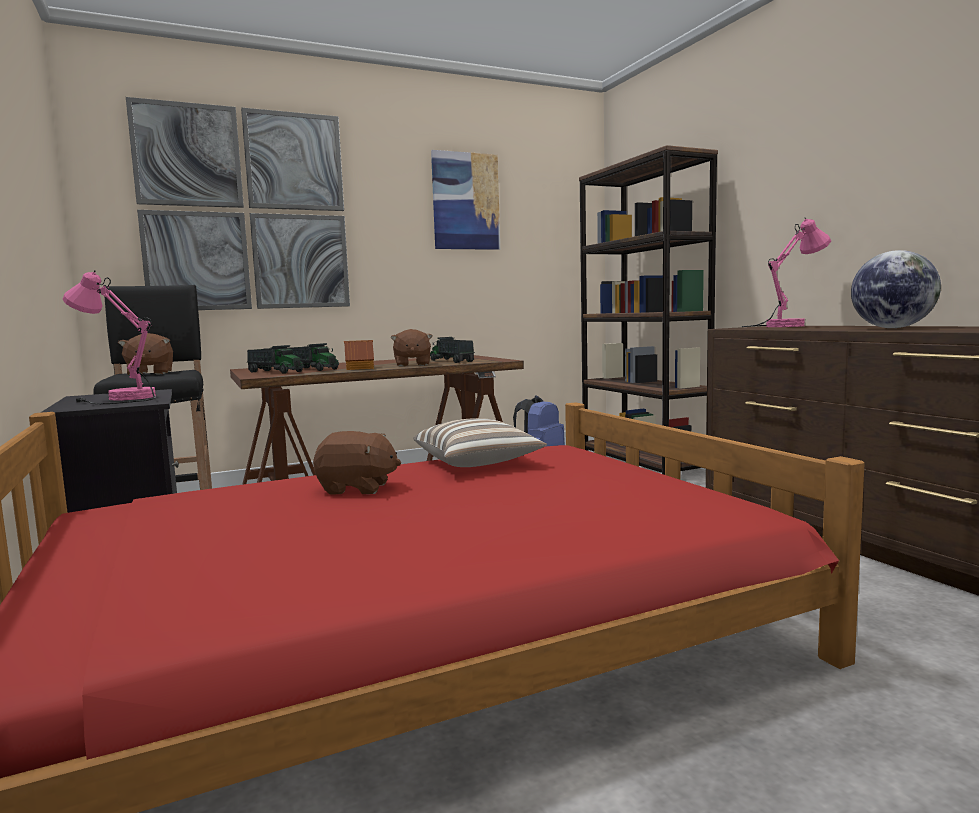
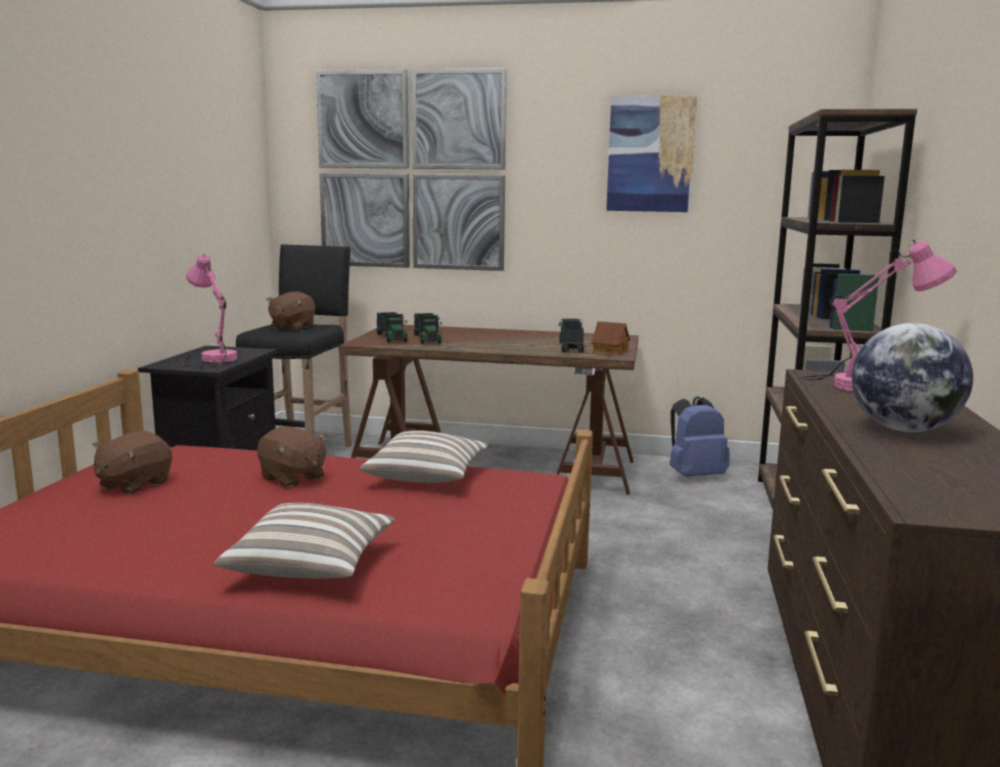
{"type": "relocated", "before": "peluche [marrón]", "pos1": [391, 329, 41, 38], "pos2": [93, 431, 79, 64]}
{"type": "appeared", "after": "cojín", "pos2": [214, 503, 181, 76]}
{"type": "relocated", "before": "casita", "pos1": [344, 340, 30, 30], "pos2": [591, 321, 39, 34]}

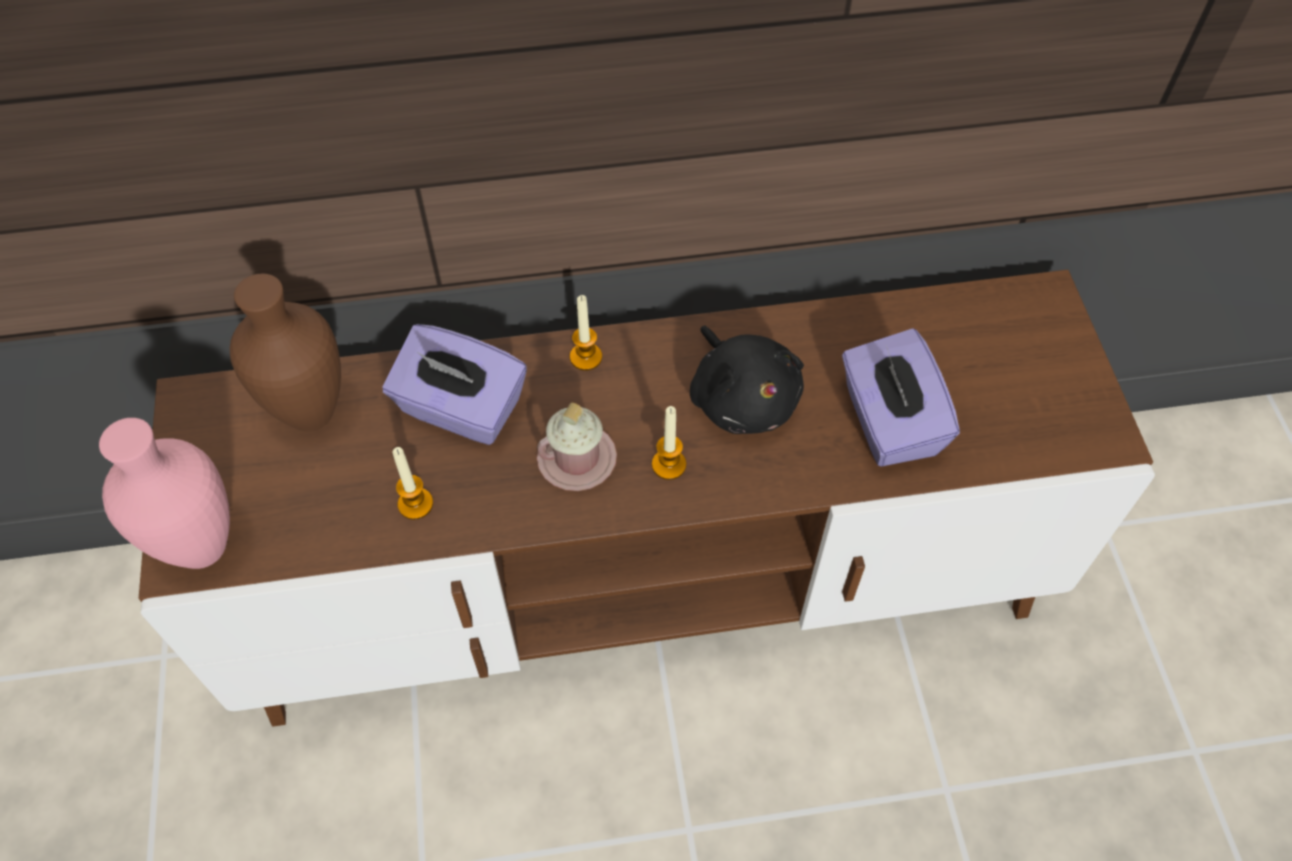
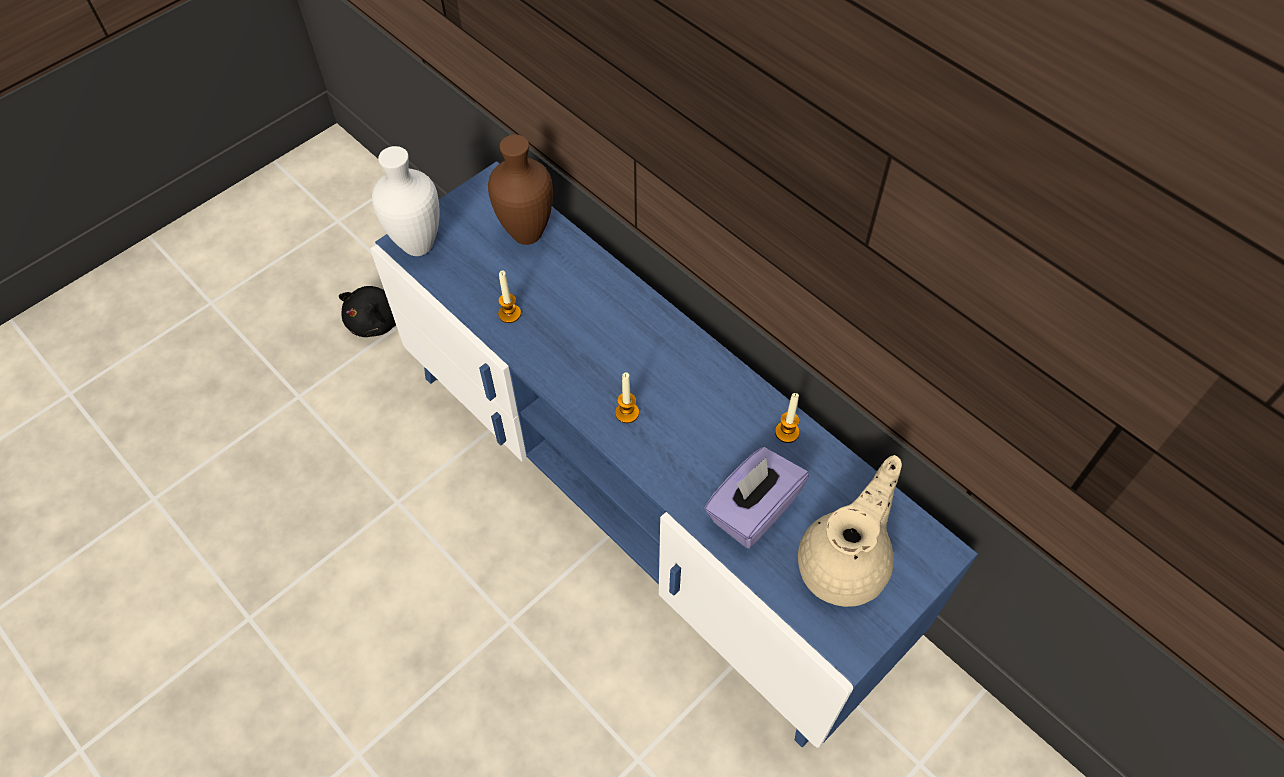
{"type": "relocated", "before": "peluche [negro]", "pos1": [690, 325, 114, 109], "pos2": [339, 286, 57, 51]}
{"type": "colour", "before": "mueble de televisión [marrón]", "after": "mueble de televisión [azul]", "pos1": [139, 270, 1016, 457], "pos2": [370, 161, 608, 587]}
{"type": "colour", "before": "florero [rosa]", "after": "florero [blanco]", "pos1": [99, 418, 131, 151], "pos2": [372, 146, 68, 110]}
{"type": "relocated", "before": "vela", "pos1": [570, 295, 32, 76], "pos2": [775, 393, 25, 50]}
{"type": "appeared", "after": "tetera [beis]", "pos2": [798, 455, 104, 152]}
{"type": "missing", "before": "caja de pañuelos [morado]", "pos1": [382, 324, 145, 121]}
{"type": "missing", "before": "taza grande [rosa]", "pos1": [537, 403, 80, 88]}

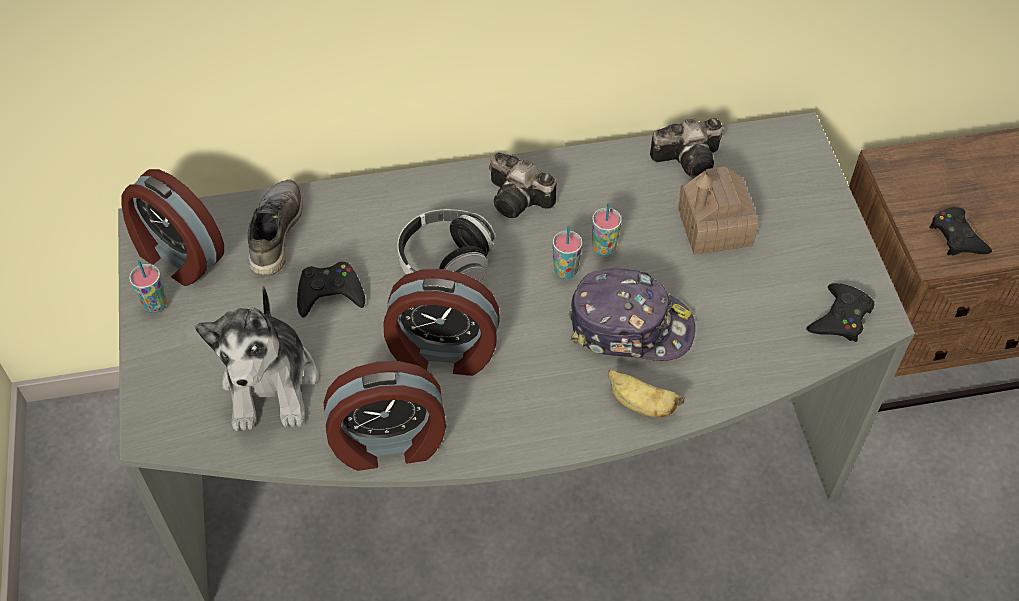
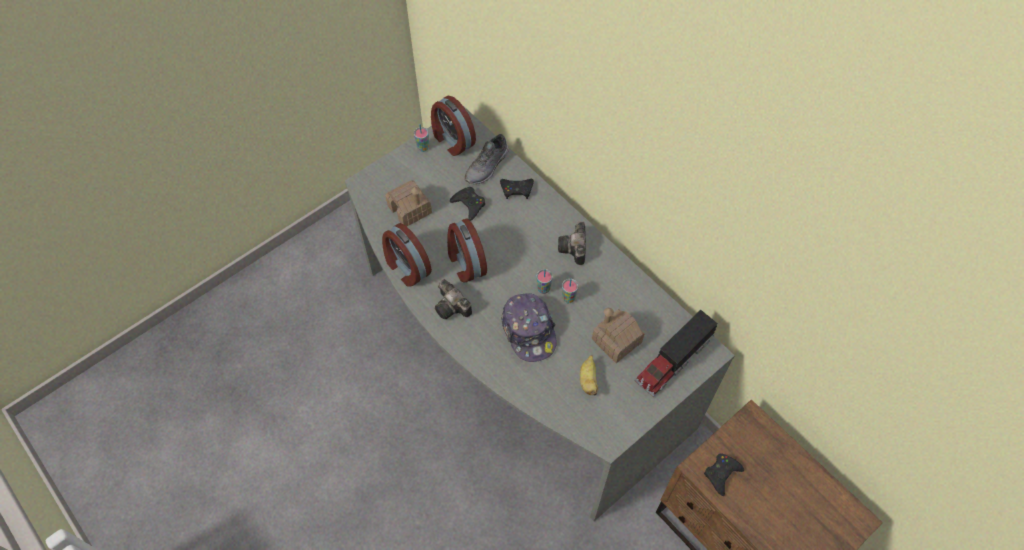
{"type": "exchanged", "before": "peluche", "after": "casita", "pos1": [194, 286, 123, 145], "pos2": [385, 180, 47, 46]}
{"type": "spun", "before": "despertador", "pos1": [121, 169, 103, 117], "pos2": [431, 96, 45, 60], "turn": -45}
{"type": "relocated", "before": "cámara", "pos1": [650, 118, 72, 60], "pos2": [435, 279, 37, 40]}
{"type": "spun", "before": "zapato [gris]", "pos1": [248, 179, 55, 97], "pos2": [464, 134, 45, 50], "turn": 150}
{"type": "relocated", "before": "mando de consola [negro]", "pos1": [806, 283, 68, 59], "pos2": [500, 179, 34, 20]}
{"type": "relocated", "before": "plátano", "pos1": [608, 369, 76, 48], "pos2": [580, 355, 18, 41]}
{"type": "appeared", "after": "camión de juguete", "pos2": [635, 310, 83, 87]}
{"type": "missing", "before": "auriculares", "pos1": [397, 209, 98, 74]}

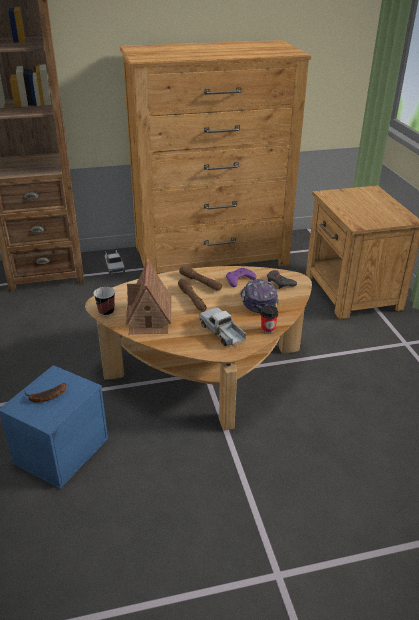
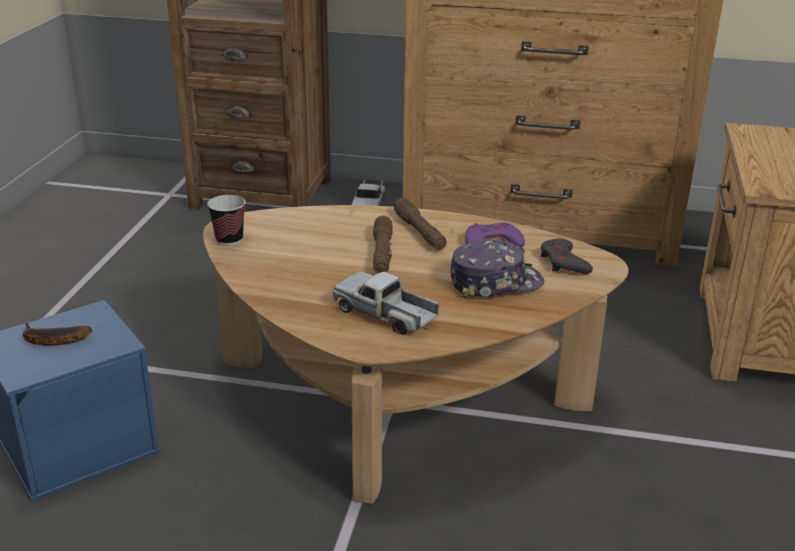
{"type": "spun", "before": "camión de juguete", "pos1": [199, 308, 47, 38], "pos2": [333, 272, 106, 63], "turn": -45}
{"type": "spun", "before": "gorra", "pos1": [240, 279, 39, 34], "pos2": [450, 239, 94, 60], "turn": 60}
{"type": "missing", "before": "casita", "pos1": [126, 259, 46, 75]}
{"type": "missing", "before": "taza", "pos1": [261, 305, 17, 29]}

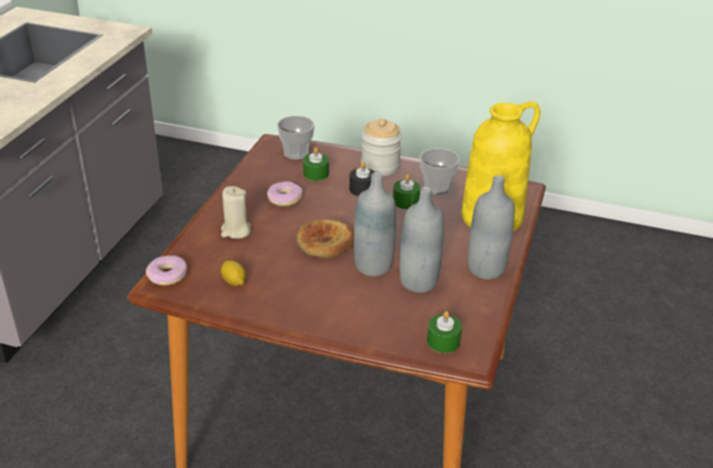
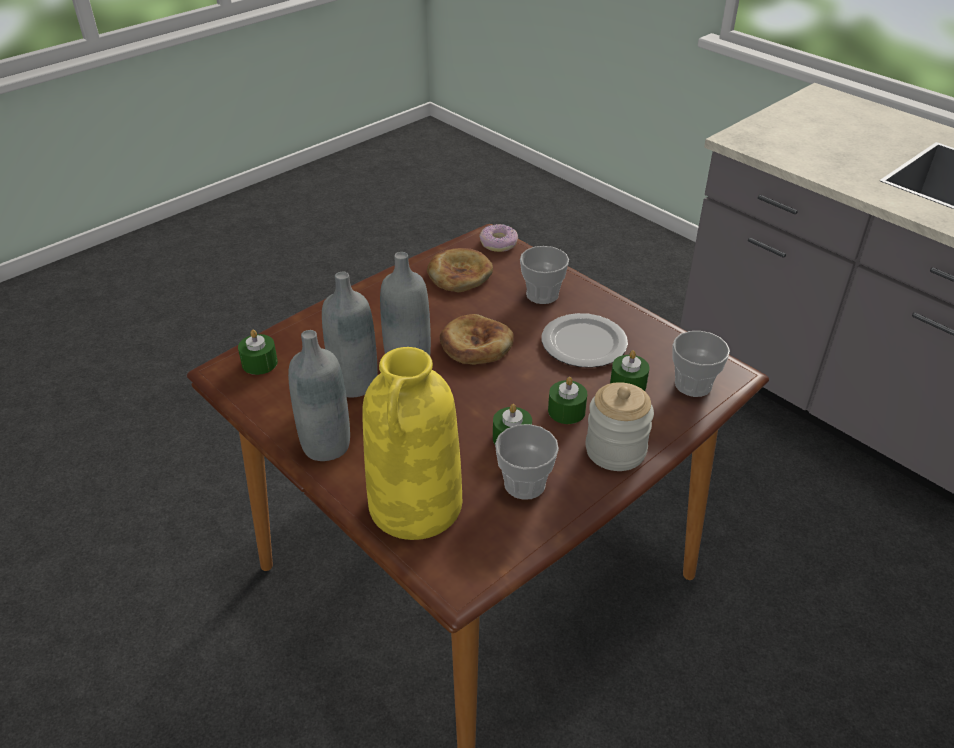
{"type": "exchanged", "before": "limón", "after": "pan", "pos1": [221, 261, 25, 25], "pos2": [427, 248, 66, 44]}
{"type": "exchanged", "before": "vela [beis]", "after": "taza", "pos1": [221, 186, 30, 53], "pos2": [520, 246, 49, 58]}
{"type": "exchanged", "before": "rosquilla", "after": "plato", "pos1": [267, 181, 36, 25], "pos2": [542, 313, 86, 55]}
{"type": "colour", "before": "vela [negro]", "after": "vela [verde]", "pos1": [349, 162, 25, 34], "pos2": [548, 377, 39, 47]}

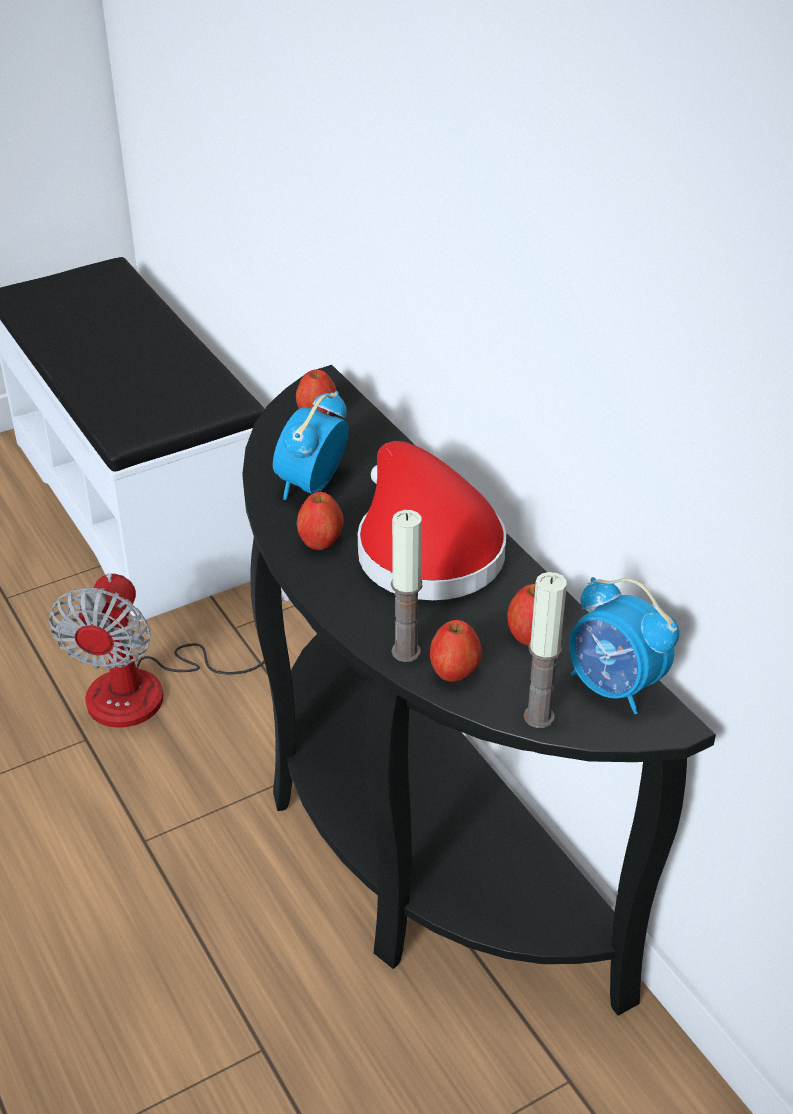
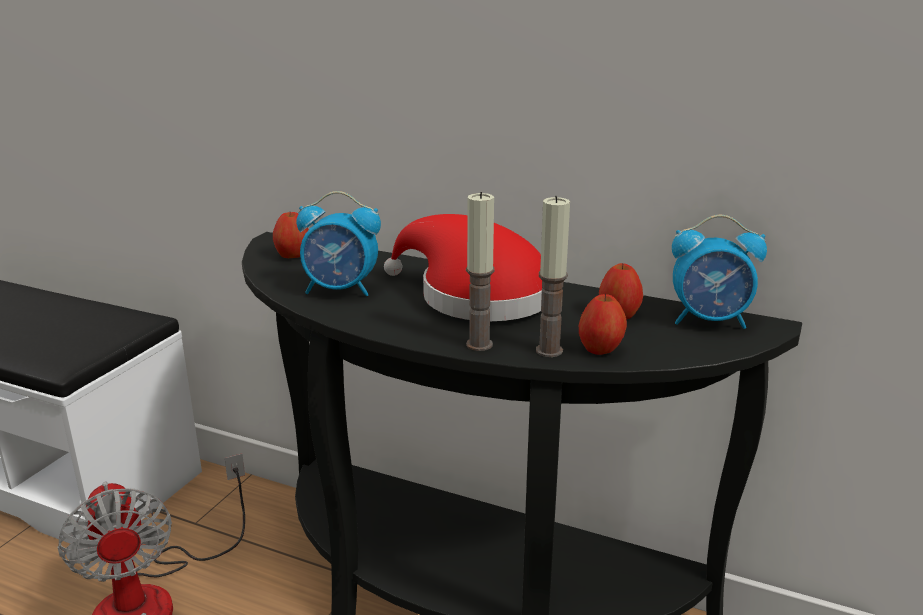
{"type": "spun", "before": "despertador", "pos1": [273, 391, 76, 109], "pos2": [296, 191, 85, 105], "turn": -75}
{"type": "relocated", "before": "vela", "pos1": [524, 572, 43, 156], "pos2": [466, 192, 29, 159]}
{"type": "missing", "before": "manzana", "pos1": [297, 492, 47, 58]}

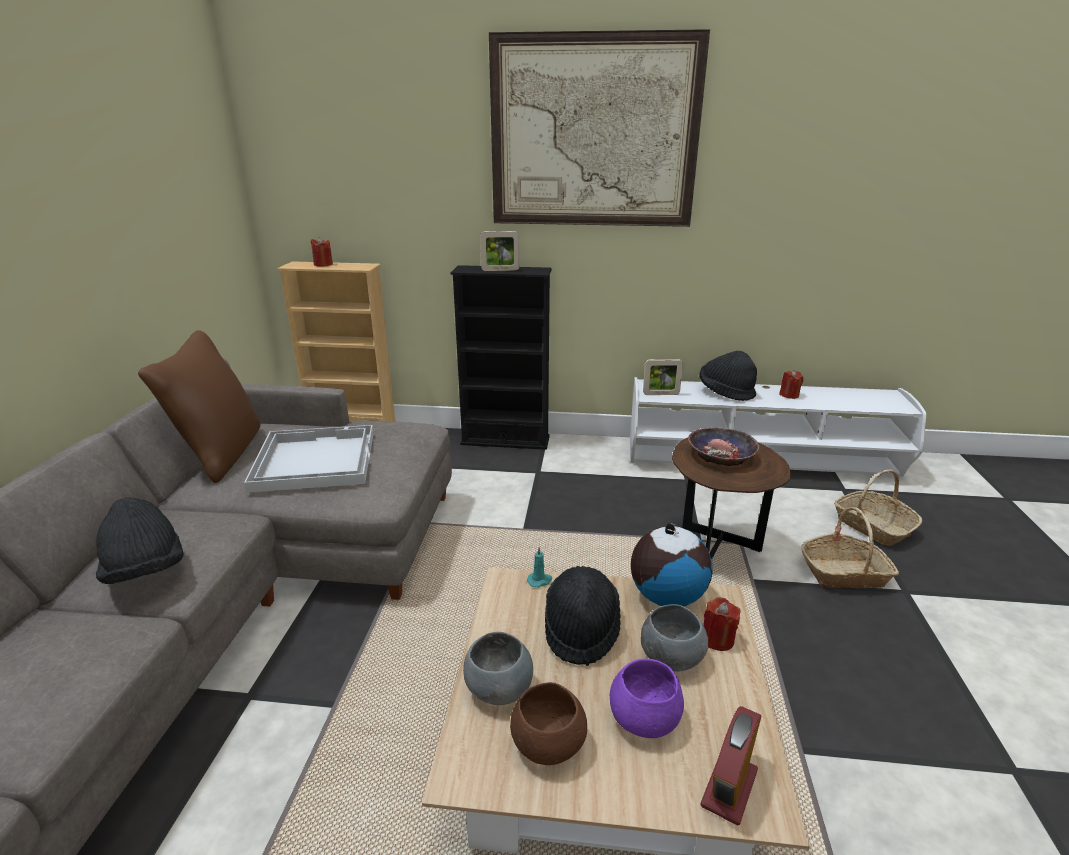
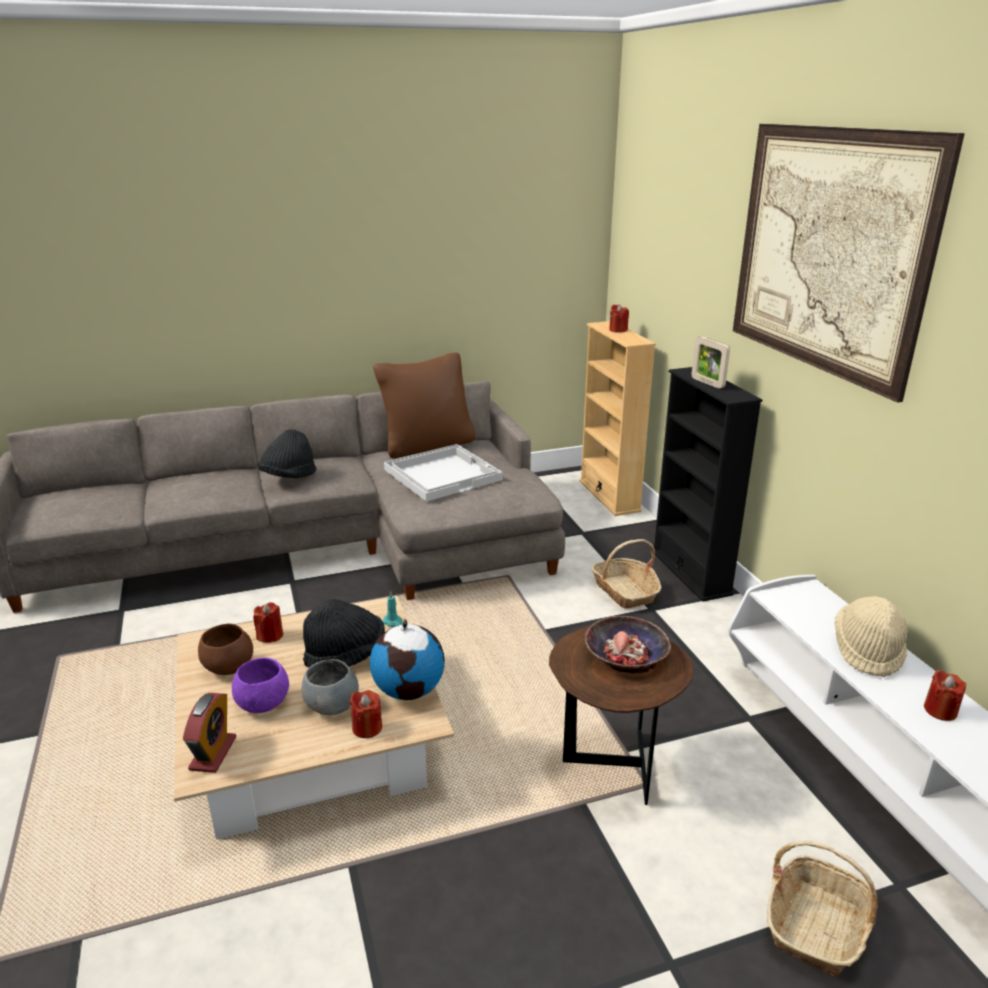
{"type": "spun", "before": "despertador", "pos1": [700, 706, 61, 120], "pos2": [183, 693, 53, 80], "turn": 90}
{"type": "exchanged", "before": "cuenco [gris]", "after": "vela [rojo]", "pos1": [463, 632, 70, 73], "pos2": [253, 602, 30, 41]}
{"type": "relocated", "before": "cesta", "pos1": [801, 507, 98, 81], "pos2": [591, 539, 71, 70]}
{"type": "colour", "before": "sombrero [negro]", "after": "sombrero [beis]", "pos1": [699, 351, 58, 50], "pos2": [834, 596, 74, 81]}
{"type": "missing", "before": "portarretratos", "pos1": [643, 359, 40, 36]}

